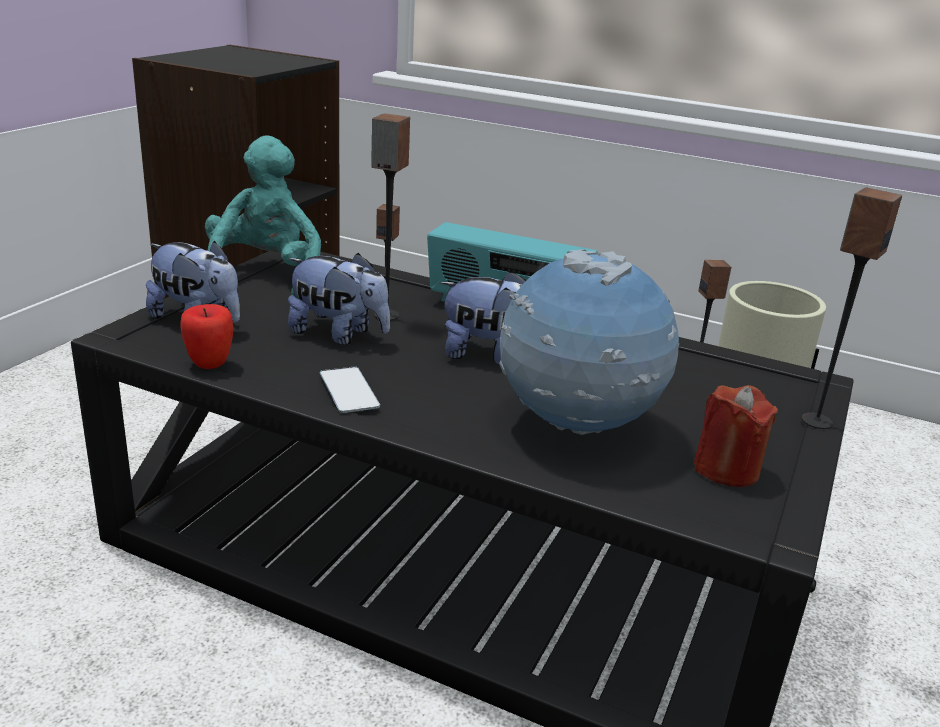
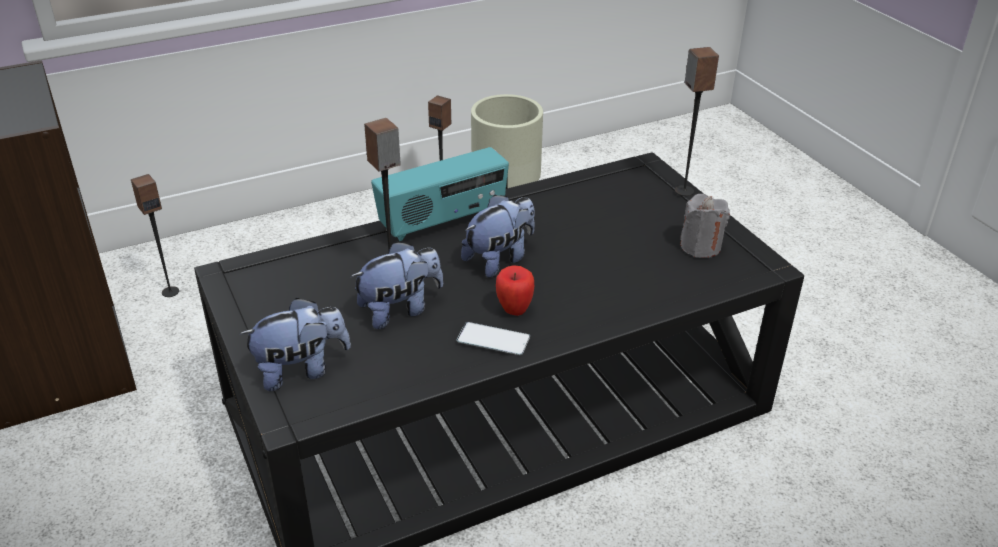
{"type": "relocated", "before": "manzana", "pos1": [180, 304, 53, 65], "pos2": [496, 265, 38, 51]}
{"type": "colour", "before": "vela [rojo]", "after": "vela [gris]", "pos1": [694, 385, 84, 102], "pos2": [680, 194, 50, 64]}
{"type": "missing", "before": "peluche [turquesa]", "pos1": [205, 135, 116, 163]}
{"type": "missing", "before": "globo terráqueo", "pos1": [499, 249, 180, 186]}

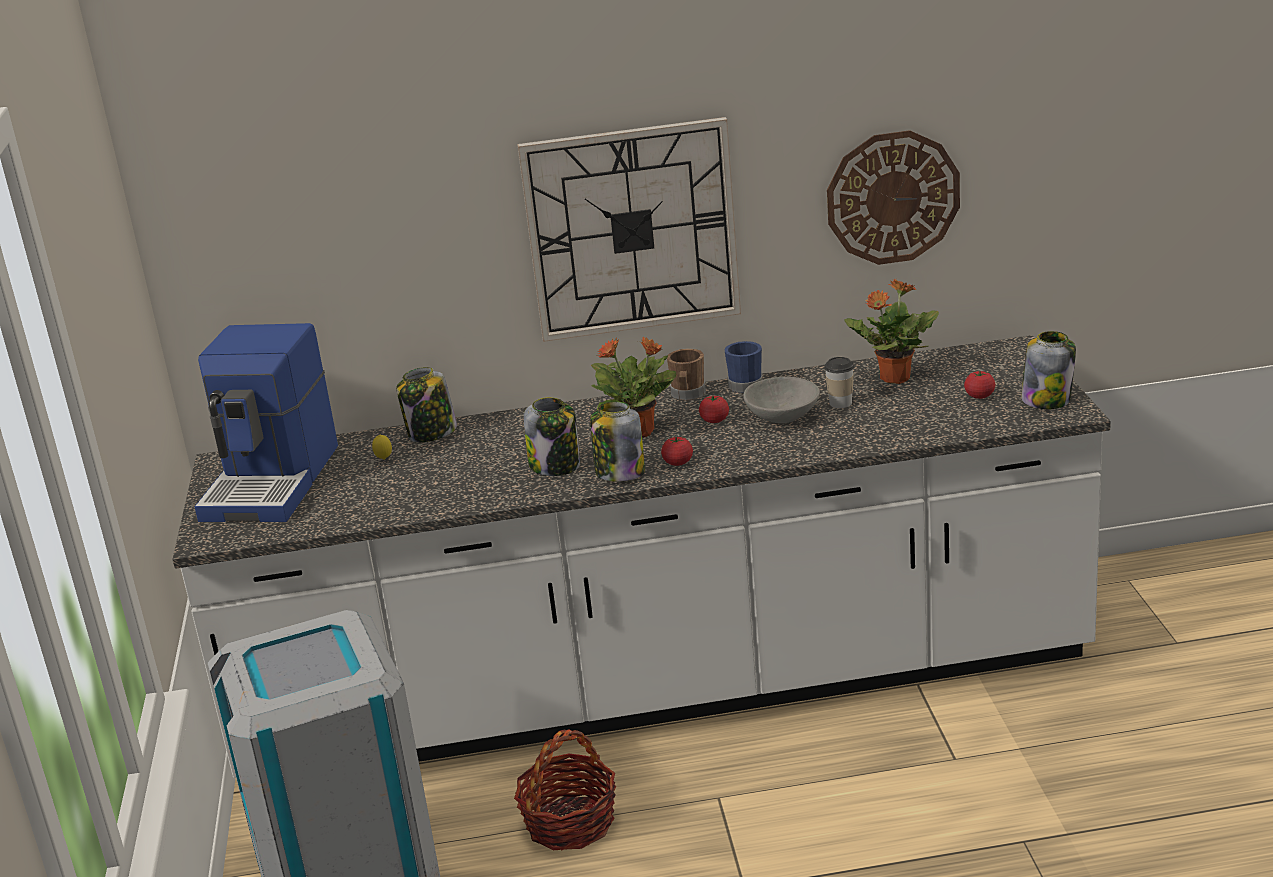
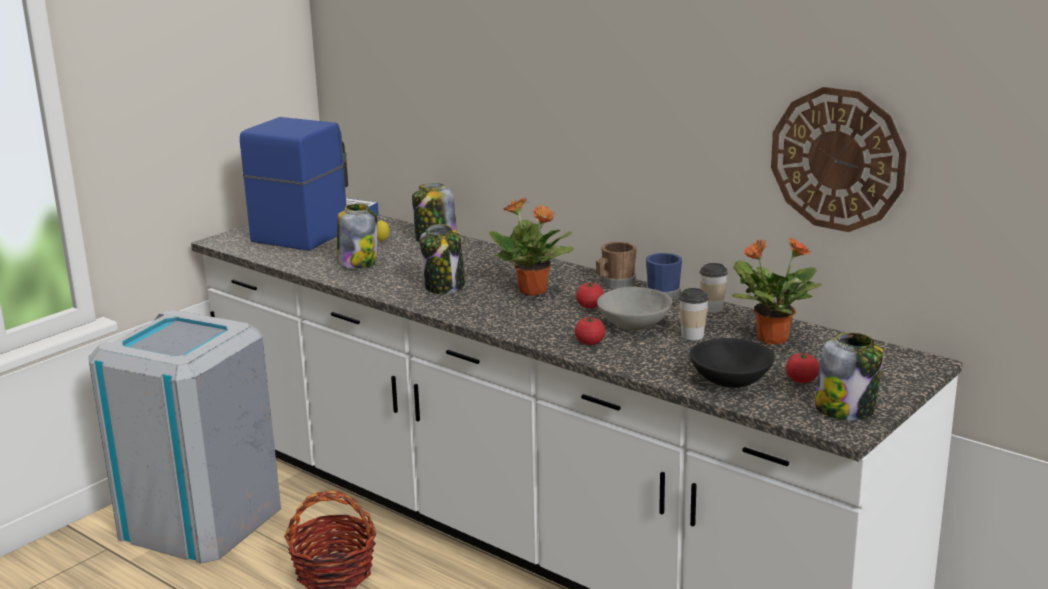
{"type": "spun", "before": "cafetera", "pos1": [195, 323, 143, 199], "pos2": [240, 117, 139, 134], "turn": 150}
{"type": "relocated", "before": "tarro", "pos1": [590, 402, 55, 80], "pos2": [337, 204, 40, 64]}
{"type": "relocated", "before": "tomate", "pos1": [661, 436, 32, 30], "pos2": [575, 317, 31, 28]}
{"type": "appeared", "after": "cuenco [negro]", "pos2": [690, 338, 85, 50]}
{"type": "appeared", "after": "taza", "pos2": [699, 263, 29, 50]}
{"type": "missing", "before": "reloj de pared", "pos1": [517, 117, 224, 225]}

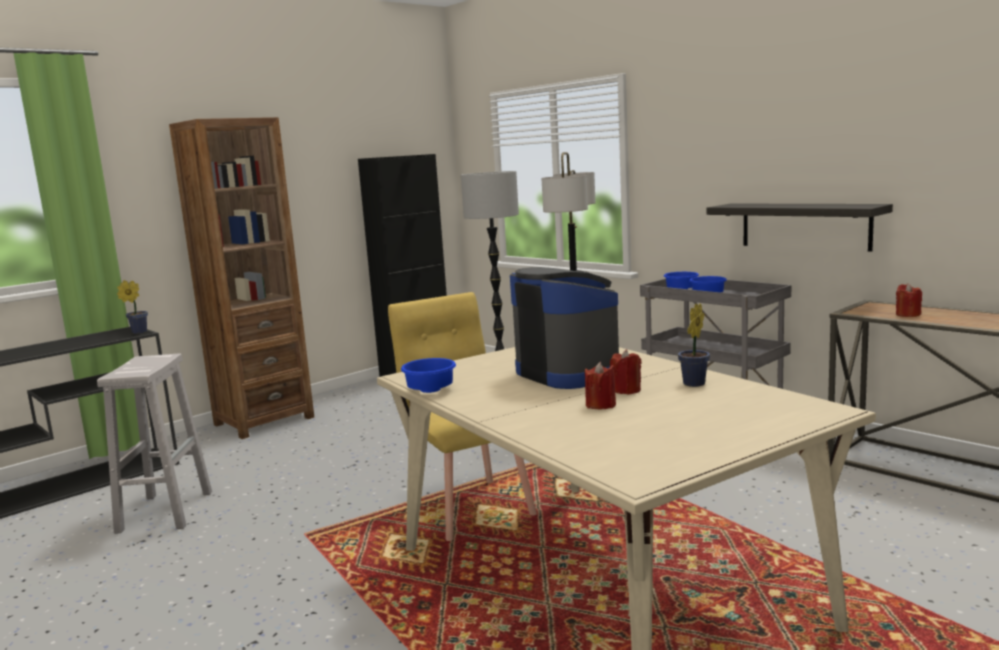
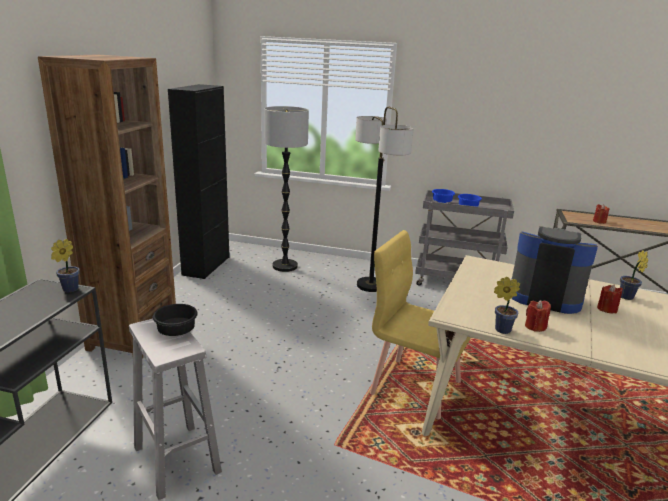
{"type": "appeared", "after": "cuenco [negro]", "pos2": [153, 304, 45, 32]}
{"type": "exchanged", "before": "cuenco [azul]", "after": "planta en maceta", "pos1": [401, 358, 55, 35], "pos2": [494, 276, 26, 58]}
{"type": "relocated", "before": "vela [rojo]", "pos1": [585, 362, 31, 47], "pos2": [525, 300, 26, 32]}
{"type": "missing", "before": "estante", "pos1": [707, 204, 186, 48]}

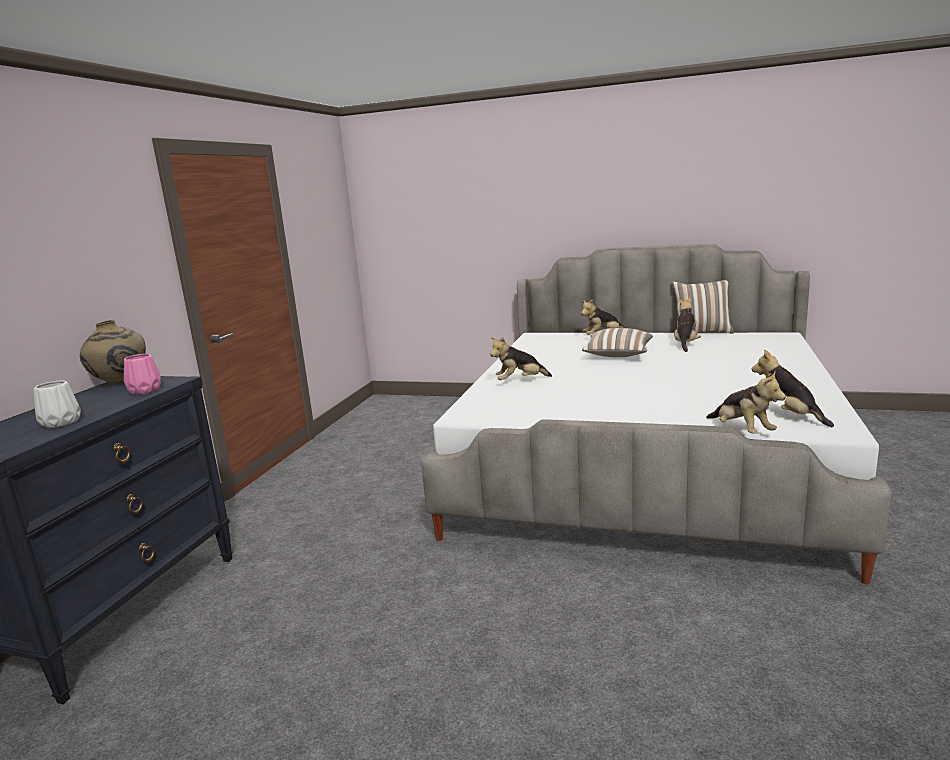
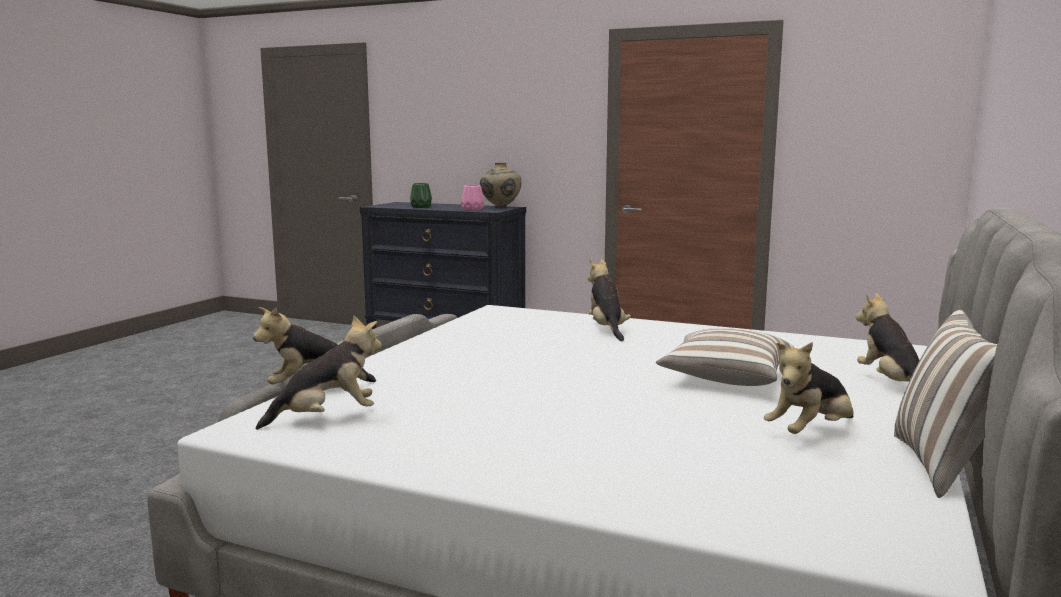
{"type": "colour", "before": "florero [blanco]", "after": "florero [verde]", "pos1": [34, 381, 47, 47], "pos2": [410, 183, 22, 25]}
{"type": "spun", "before": "peluche", "pos1": [674, 298, 27, 54], "pos2": [764, 342, 89, 92], "turn": 120}

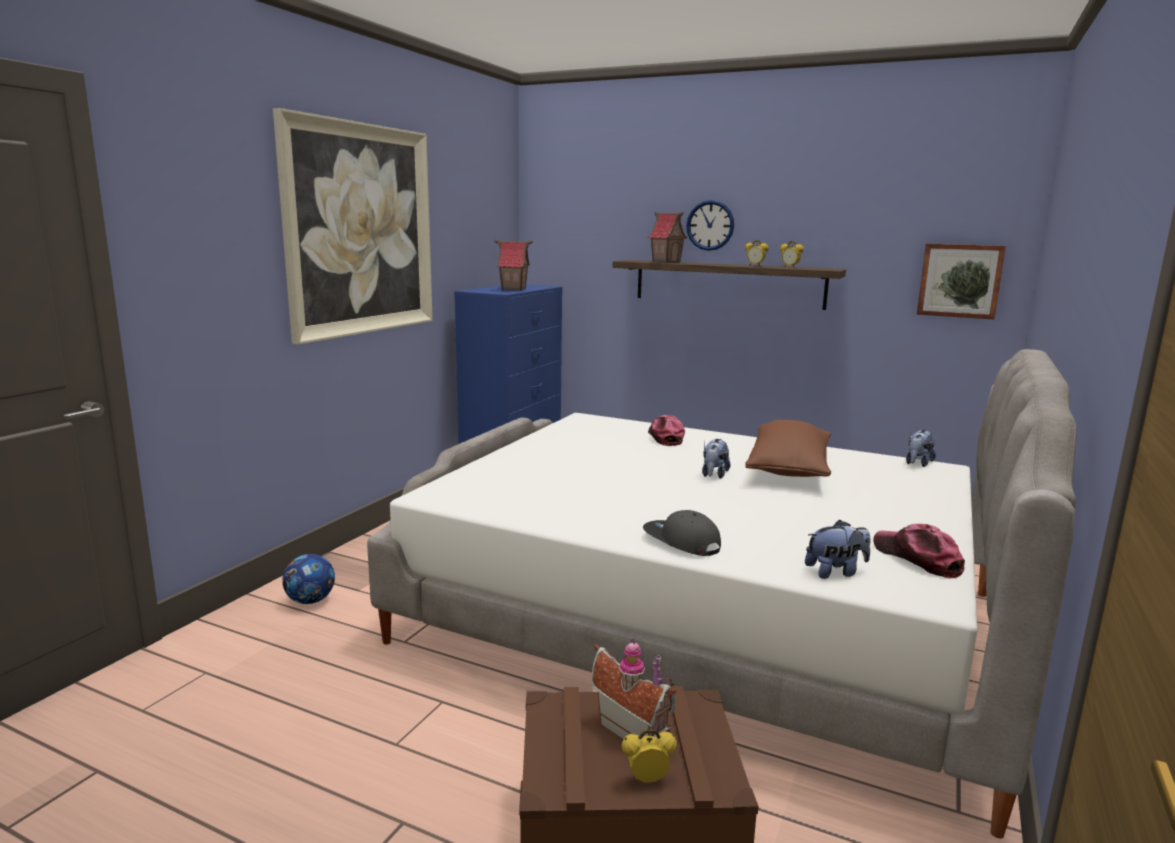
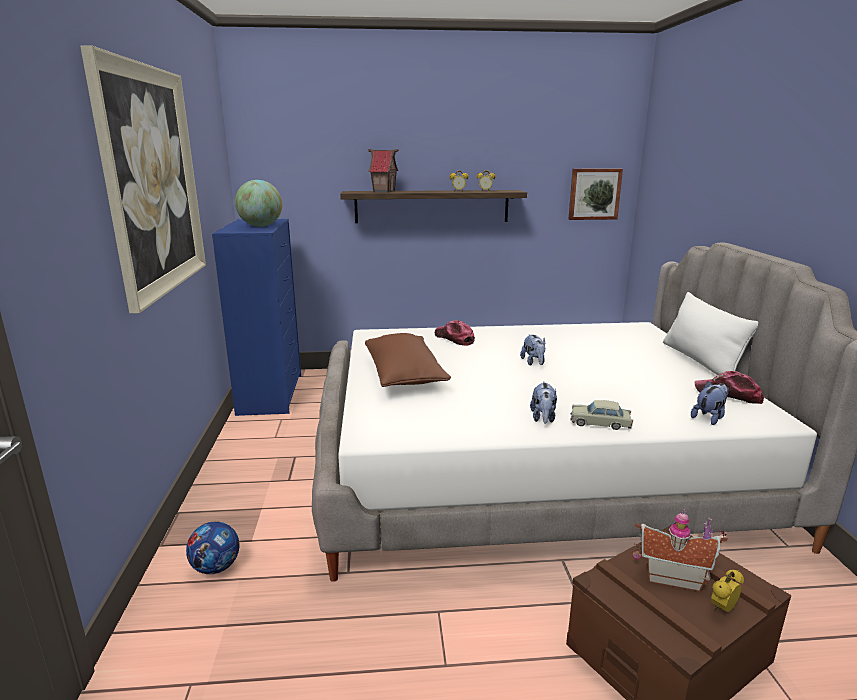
{"type": "exchanged", "before": "casita", "after": "globo terráqueo", "pos1": [494, 240, 39, 51], "pos2": [235, 180, 47, 47]}
{"type": "relocated", "before": "cojín [marrón]", "pos1": [745, 420, 86, 57], "pos2": [365, 333, 86, 54]}
{"type": "relocated", "before": "peluche", "pos1": [906, 430, 30, 37], "pos2": [530, 381, 27, 43]}
{"type": "exchanged", "before": "gorra [gris]", "after": "coche de juguete [beis]", "pos1": [643, 510, 78, 46], "pos2": [571, 400, 62, 30]}
{"type": "appeared", "after": "cojín [blanco]", "pos2": [663, 292, 95, 83]}
{"type": "missing", "before": "reloj de pared", "pos1": [686, 200, 48, 51]}

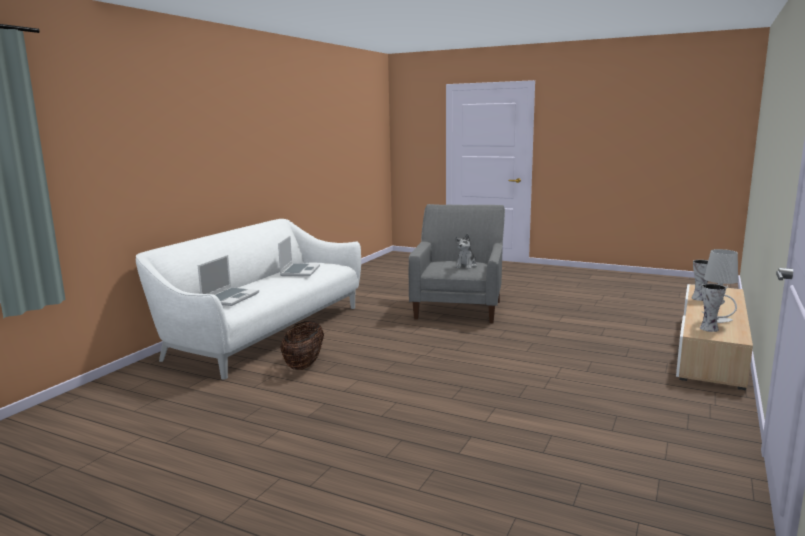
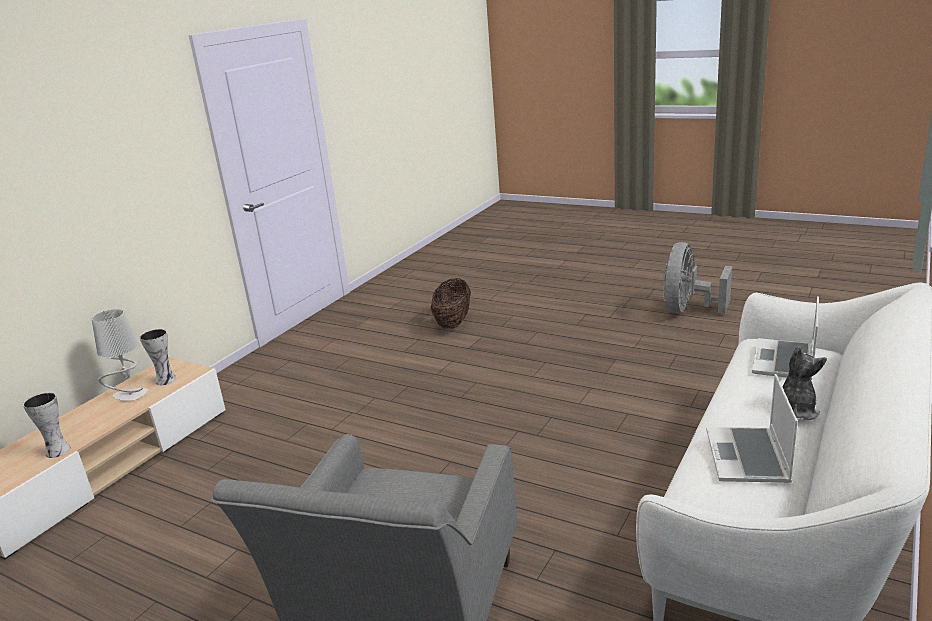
{"type": "relocated", "before": "cesta", "pos1": [280, 321, 44, 49], "pos2": [431, 278, 40, 51]}
{"type": "appeared", "after": "ventilador [gris]", "pos2": [663, 242, 69, 72]}
{"type": "relocated", "before": "peluche", "pos1": [455, 234, 22, 35], "pos2": [782, 346, 45, 75]}

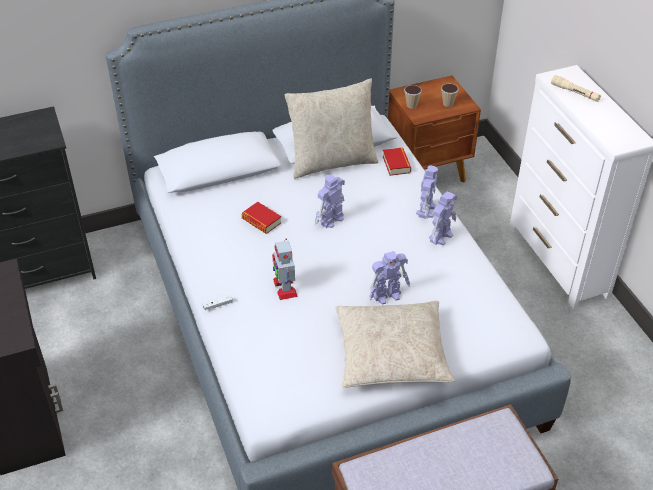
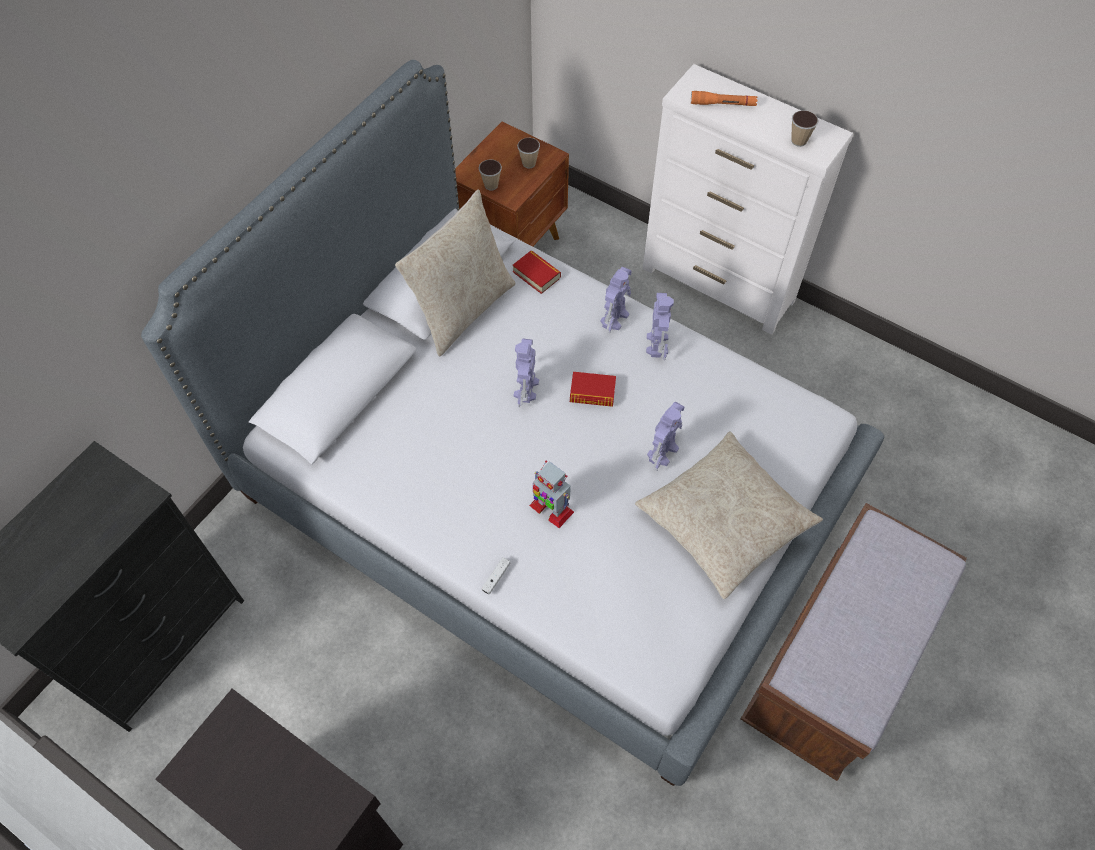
{"type": "relocated", "before": "libro", "pos1": [242, 202, 40, 32], "pos2": [570, 372, 46, 35]}
{"type": "spun", "before": "robot de juguete", "pos1": [416, 165, 22, 54], "pos2": [600, 267, 32, 66], "turn": 45}
{"type": "colour", "before": "linterna [beis]", "after": "linterna [naranja]", "pos1": [551, 75, 50, 27], "pos2": [691, 91, 66, 15]}
{"type": "appeared", "after": "taza", "pos2": [791, 110, 27, 37]}

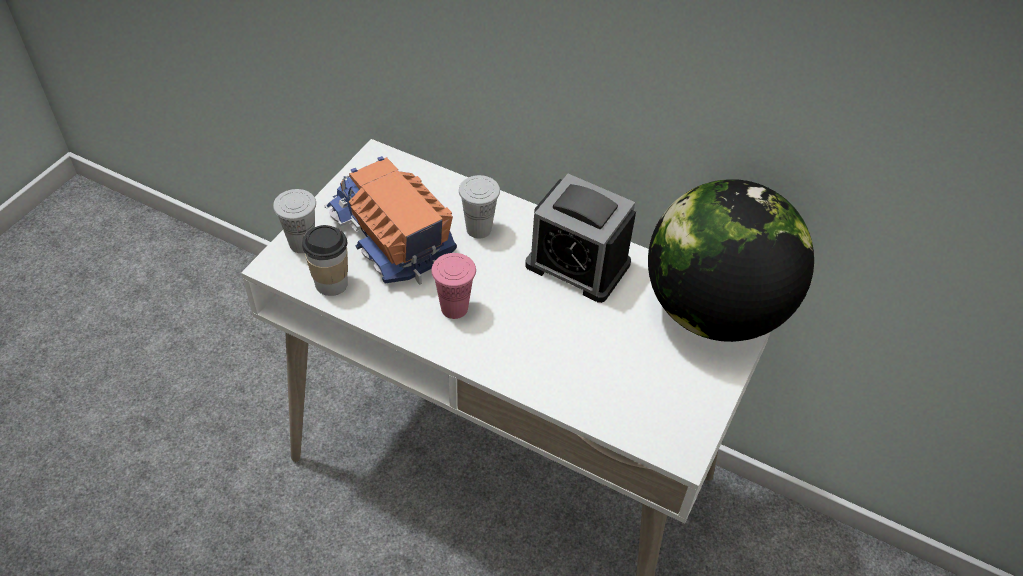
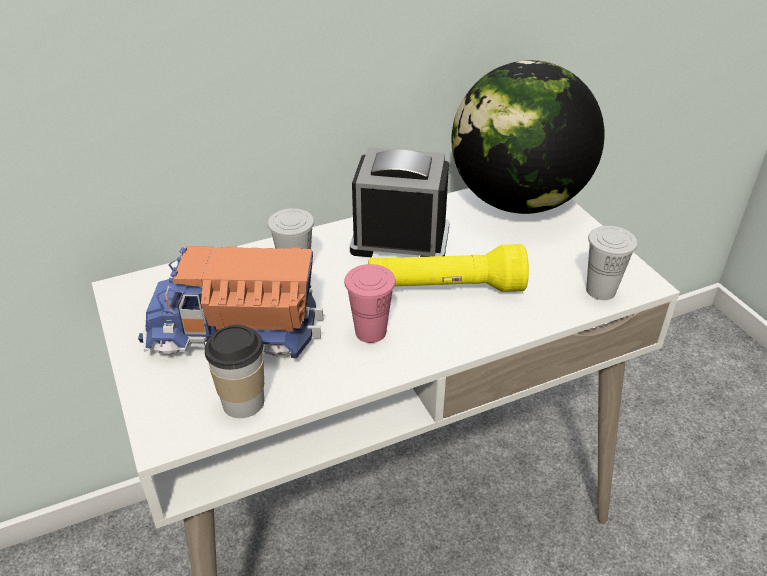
{"type": "spun", "before": "despertador", "pos1": [525, 174, 111, 129], "pos2": [350, 147, 99, 111], "turn": -150}
{"type": "appeared", "after": "linterna [amarillo]", "pos2": [368, 244, 161, 48]}
{"type": "relocated", "before": "taza [blanco]", "pos1": [273, 189, 43, 64], "pos2": [586, 226, 52, 74]}

